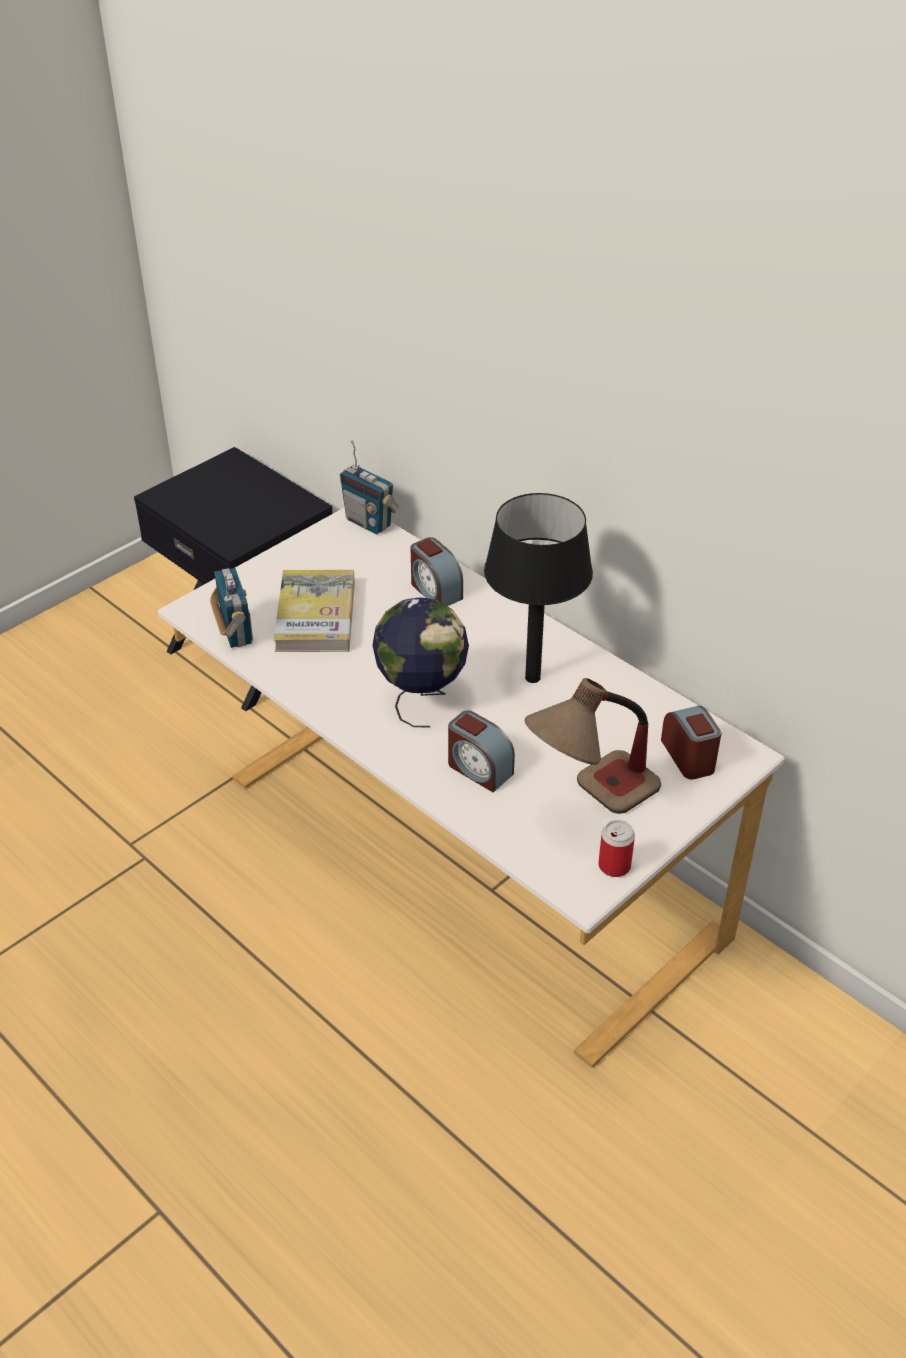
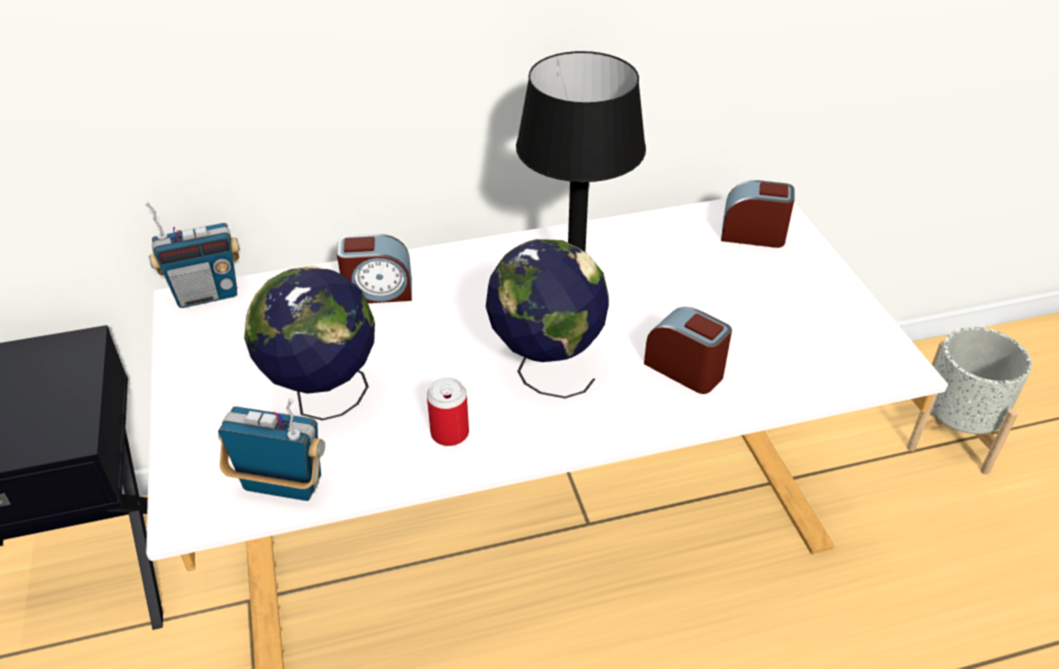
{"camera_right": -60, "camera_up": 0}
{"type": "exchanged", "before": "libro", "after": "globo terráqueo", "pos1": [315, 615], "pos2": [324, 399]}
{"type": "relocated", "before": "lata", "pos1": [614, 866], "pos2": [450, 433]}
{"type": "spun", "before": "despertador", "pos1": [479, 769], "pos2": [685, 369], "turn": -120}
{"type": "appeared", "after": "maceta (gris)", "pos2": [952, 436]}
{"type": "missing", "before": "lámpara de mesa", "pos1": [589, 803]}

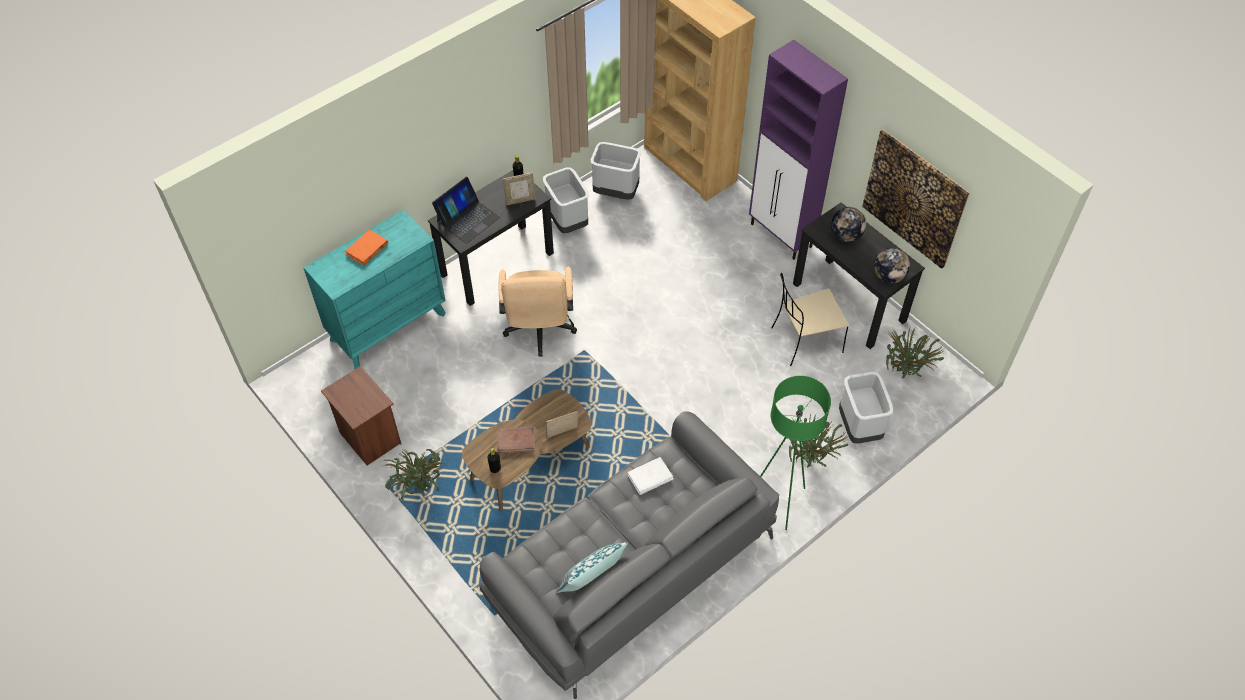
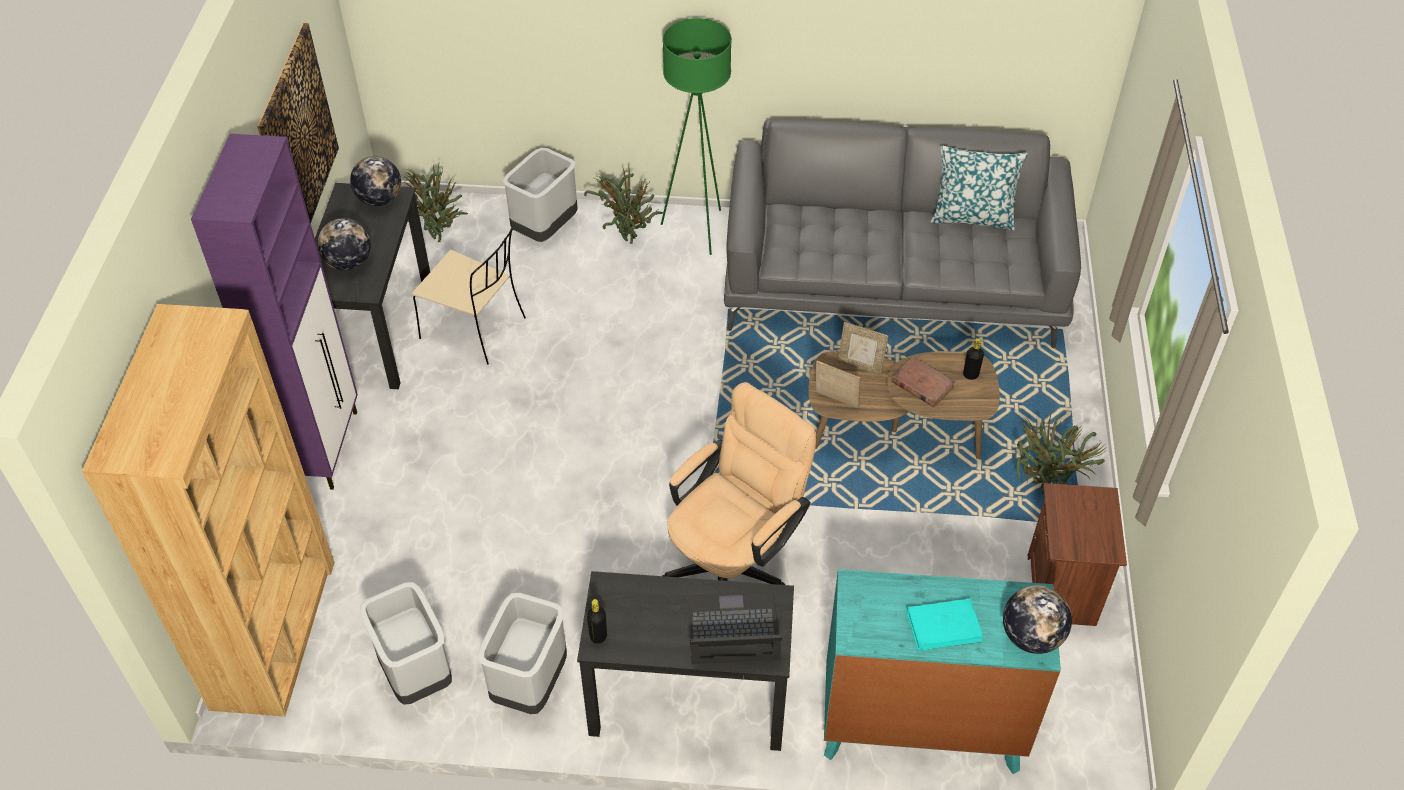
{"camera_right": -135, "camera_up": -5}
{"type": "relocated", "before": "portarretratos", "pos1": [520, 200], "pos2": [835, 401]}
{"type": "colour", "before": "libro (naranja)", "after": "libro (turquesa)", "pos1": [367, 249], "pos2": [944, 626]}
{"type": "appeared", "after": "globo terráqueo", "pos2": [1031, 637]}
{"type": "missing", "before": "libro (blanco)", "pos1": [650, 477]}

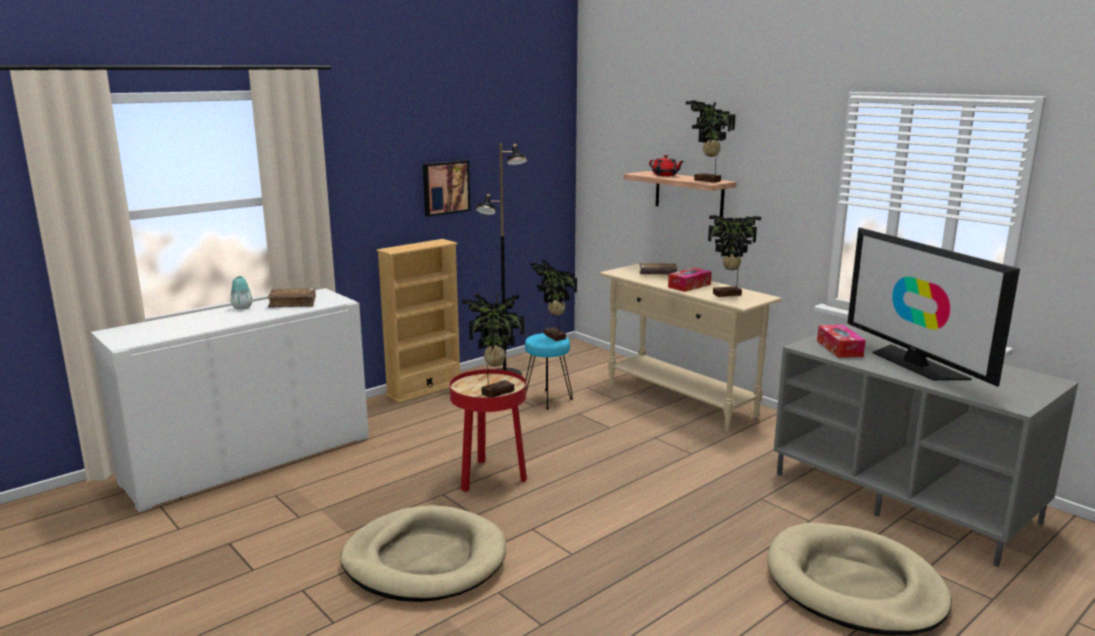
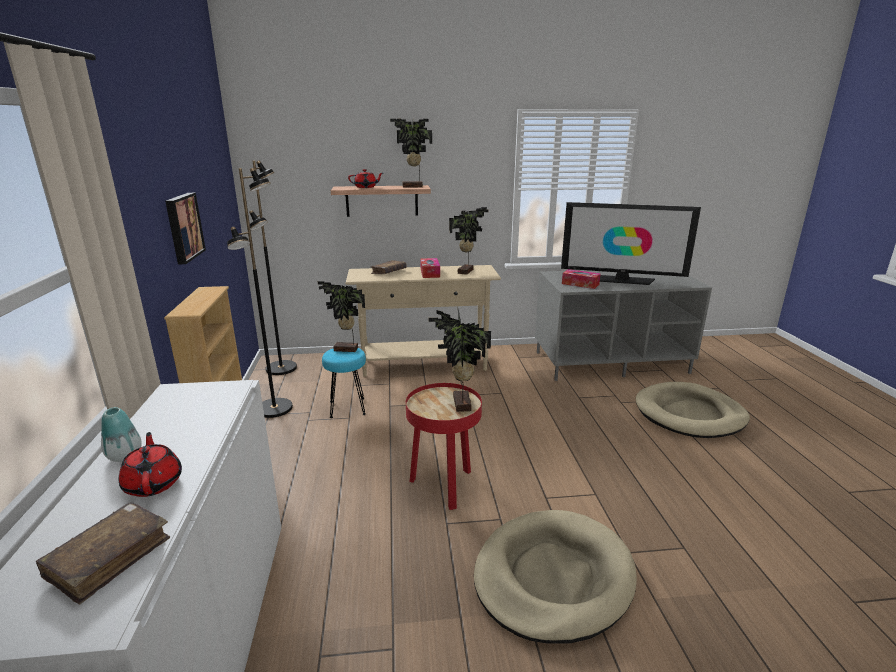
{"camera_right": -55, "camera_up": 5}
{"type": "relocated", "before": "libro (marrón)", "pos1": [293, 303], "pos2": [109, 558]}
{"type": "appeared", "after": "tetera (rojo)", "pos2": [154, 483]}
{"type": "appeared", "after": "lámpara de pie (negro)", "pos2": [282, 368]}

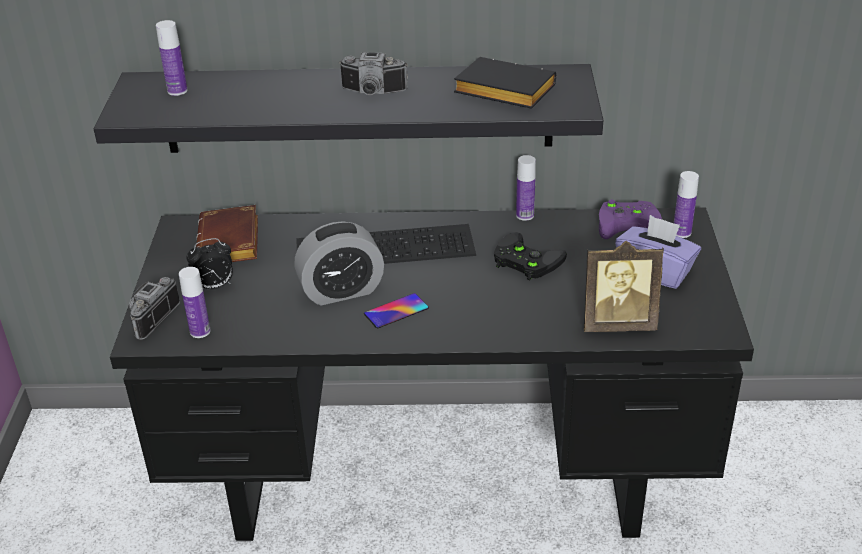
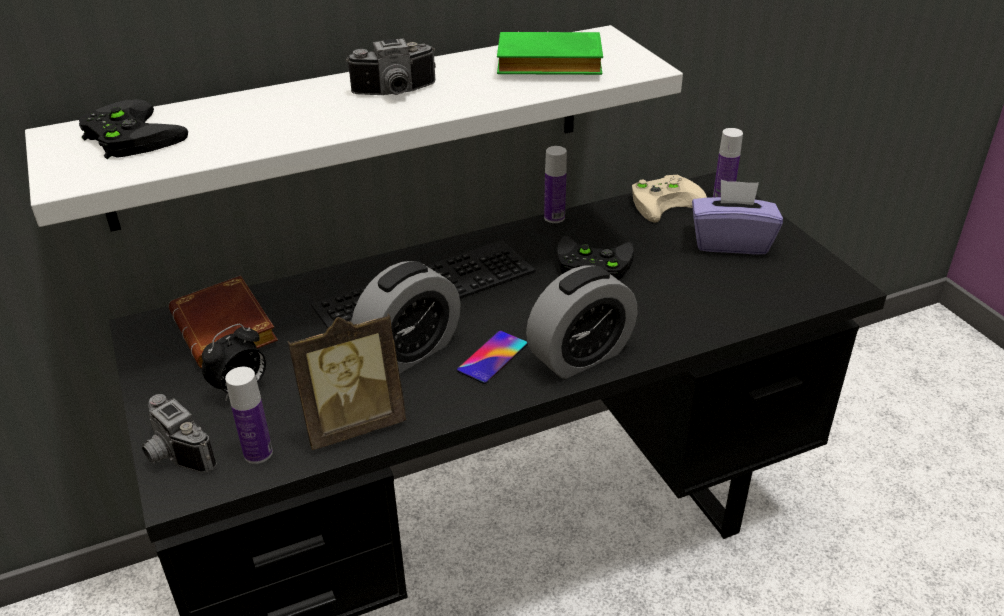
{"camera_right": -25, "camera_up": 0}
{"type": "colour", "before": "estante (negro)", "after": "estante (blanco)", "pos1": [358, 108], "pos2": [353, 125]}
{"type": "exchanged", "before": "botella", "after": "mando de consola (negro)", "pos1": [177, 91], "pos2": [128, 136]}
{"type": "spun", "before": "cámara", "pos1": [149, 318], "pos2": [173, 456], "turn": -45}
{"type": "relocated", "before": "portarretratos", "pos1": [617, 323], "pos2": [353, 424]}
{"type": "colour", "before": "libro (negro)", "after": "libro (verde)", "pos1": [501, 92], "pos2": [546, 66]}
{"type": "appeared", "after": "despertador", "pos2": [580, 356]}
{"type": "colour", "before": "mando de consola (morado)", "after": "mando de consola (beis)", "pos1": [630, 223], "pos2": [667, 201]}

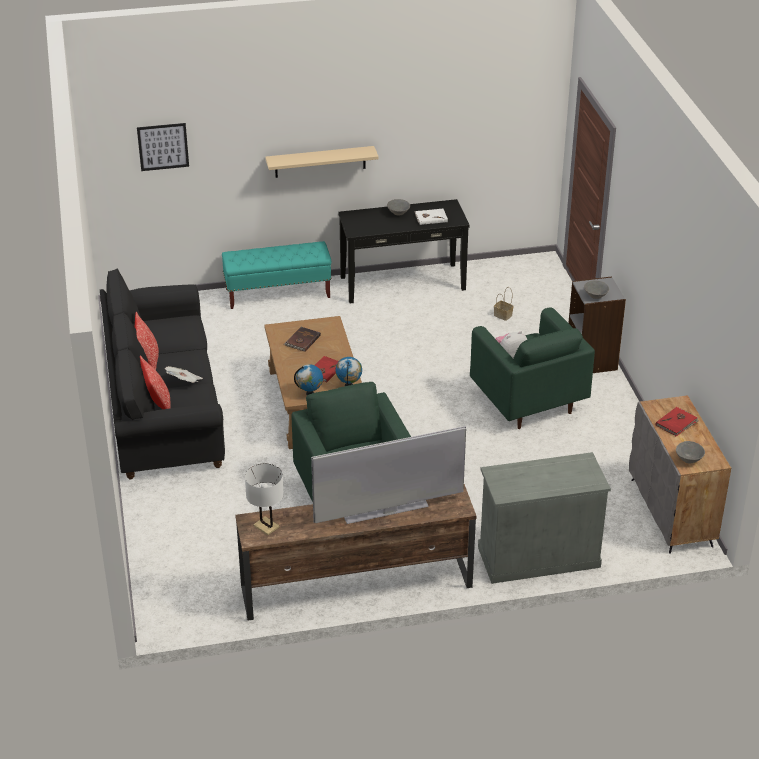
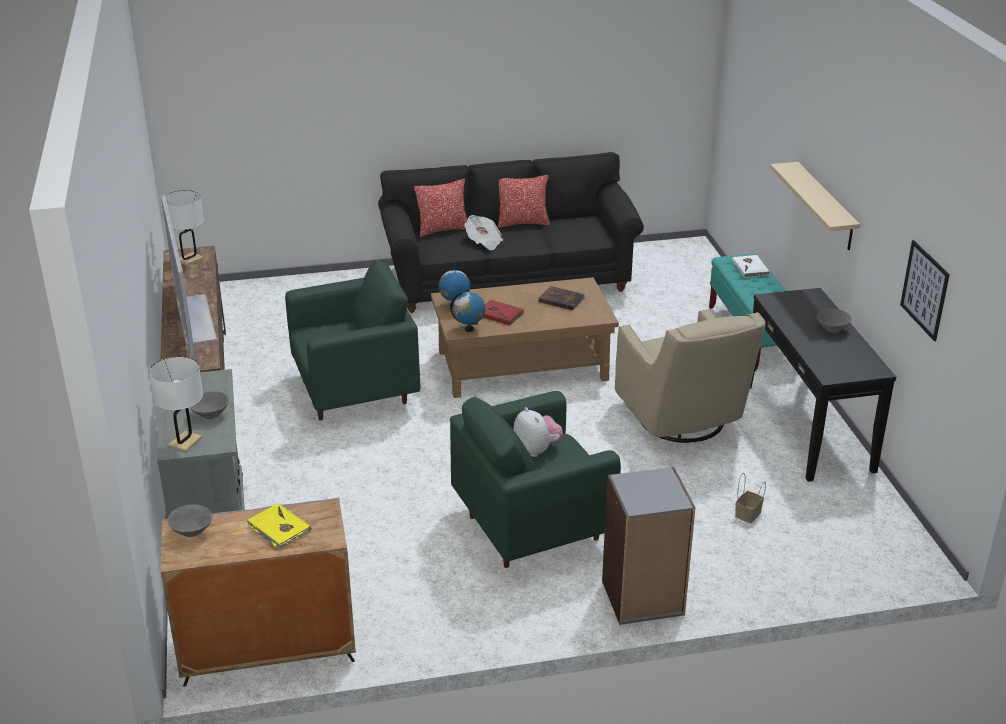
{"camera_right": 90, "camera_up": -5}
{"type": "appeared", "after": "lámpara de mesa (blanco)", "pos2": [185, 442]}
{"type": "relocated", "before": "cuenco (gris)", "pos1": [595, 296], "pos2": [210, 415]}
{"type": "colour", "before": "libro (rojo)", "after": "libro (amarillo)", "pos1": [677, 423], "pos2": [278, 529]}
{"type": "appeared", "after": "sillón (beis)", "pos2": [683, 421]}
{"type": "relocated", "before": "libro (blanco)", "pos1": [431, 218], "pos2": [750, 268]}
{"type": "relocated", "before": "cuadro", "pos1": [163, 146], "pos2": [924, 290]}

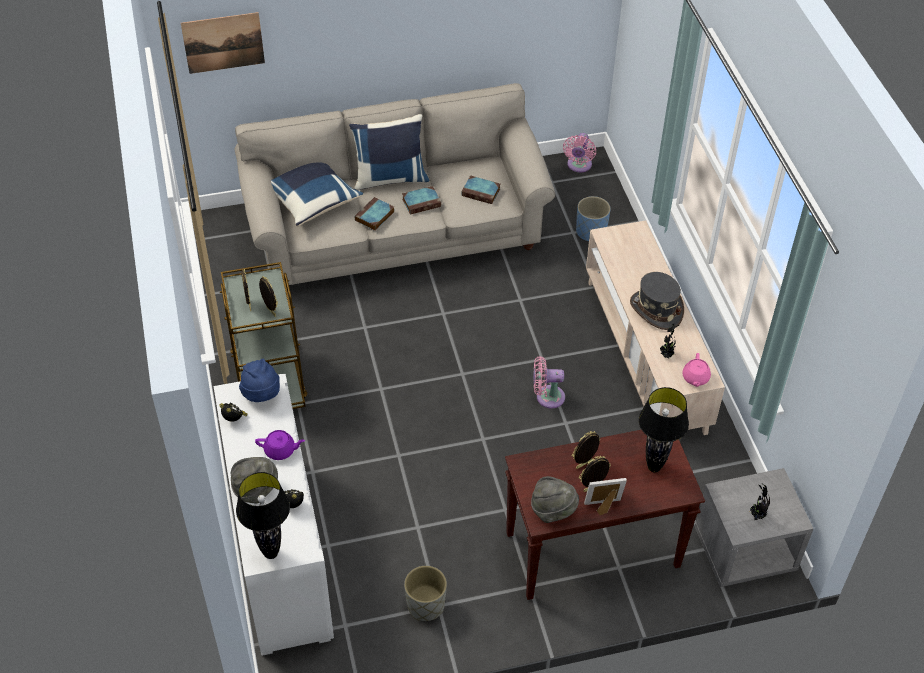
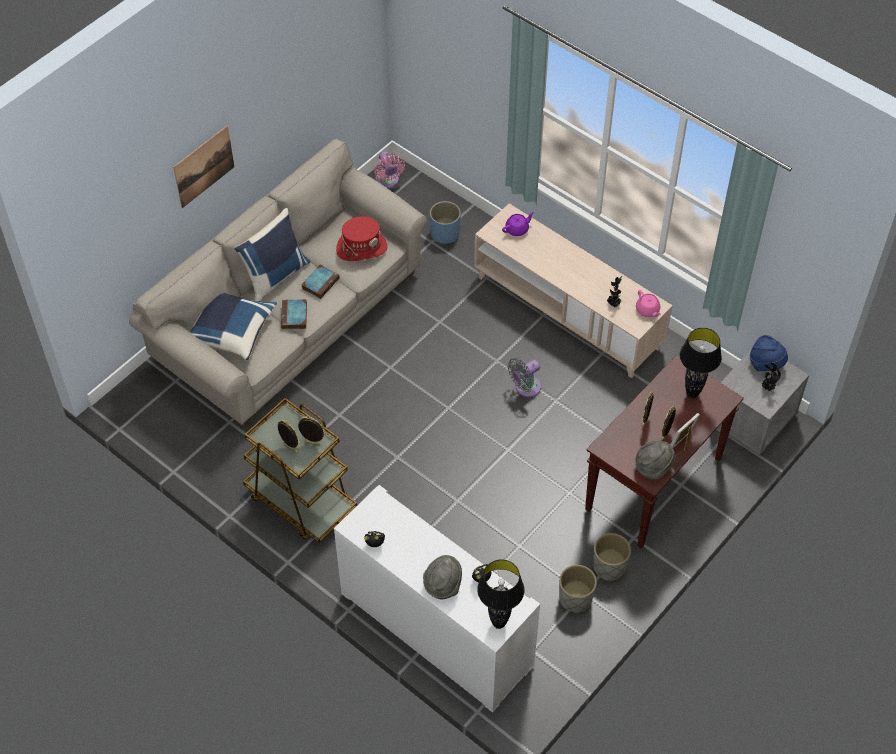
{"camera_right": -35, "camera_up": 5}
{"type": "relocated", "before": "cuadro", "pos1": [223, 42], "pos2": [204, 166]}
{"type": "exchanged", "before": "libro", "after": "sombrero (rojo)", "pos1": [481, 192], "pos2": [362, 248]}
{"type": "relocated", "before": "tetera (morado)", "pos1": [280, 450], "pos2": [517, 229]}
{"type": "colour", "before": "ventilador (rosa)", "after": "ventilador (gris)", "pos1": [547, 397], "pos2": [525, 388]}
{"type": "appeared", "after": "maceta (gris)", "pos2": [609, 567]}
{"type": "relocated", "before": "sombrero (azul)", "pos1": [262, 395], "pos2": [766, 364]}
{"type": "missing", "before": "sombrero (gris)", "pos1": [656, 310]}

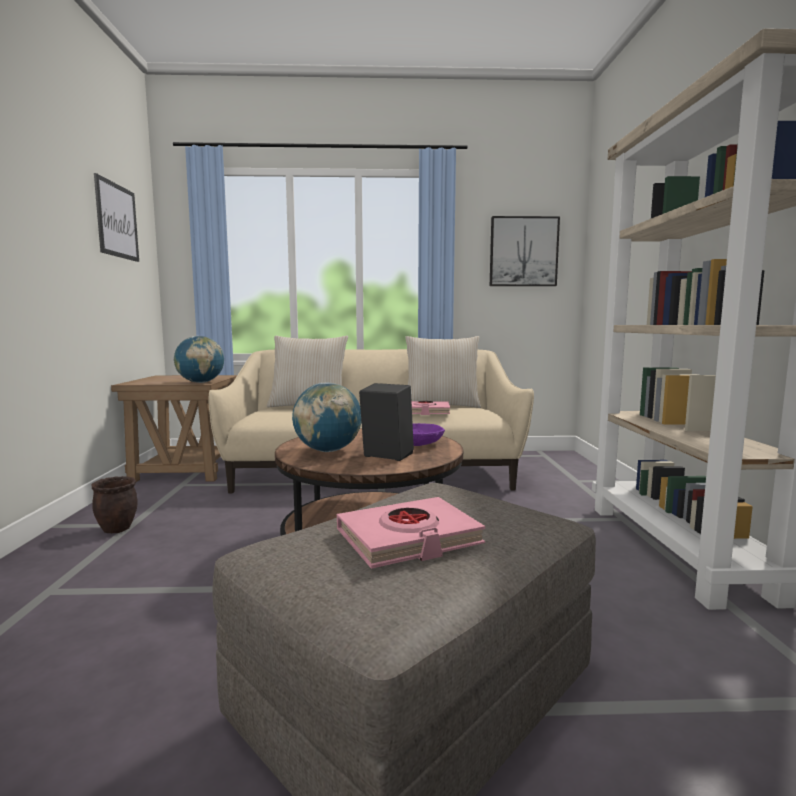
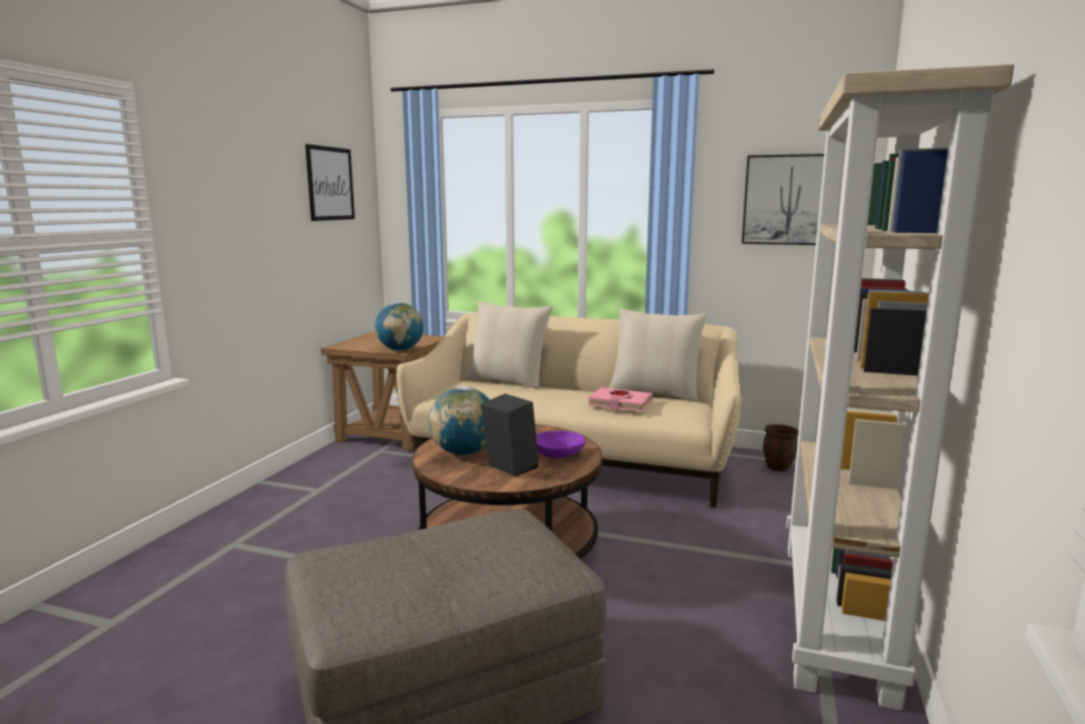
{"camera_right": 20, "camera_up": 5}
{"type": "relocated", "before": "maceta (marrón)", "pos1": [117, 529], "pos2": [778, 468]}
{"type": "missing", "before": "libro (rosa)", "pos1": [408, 539]}

